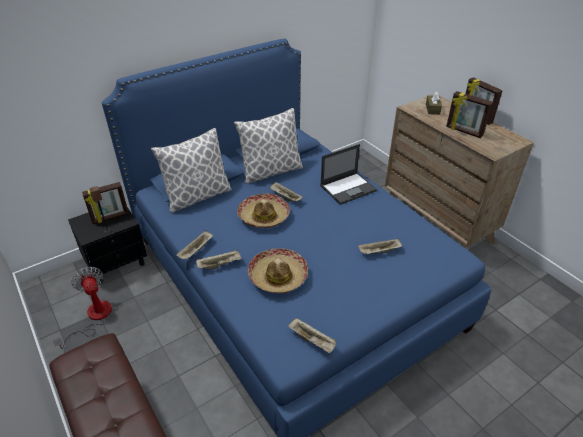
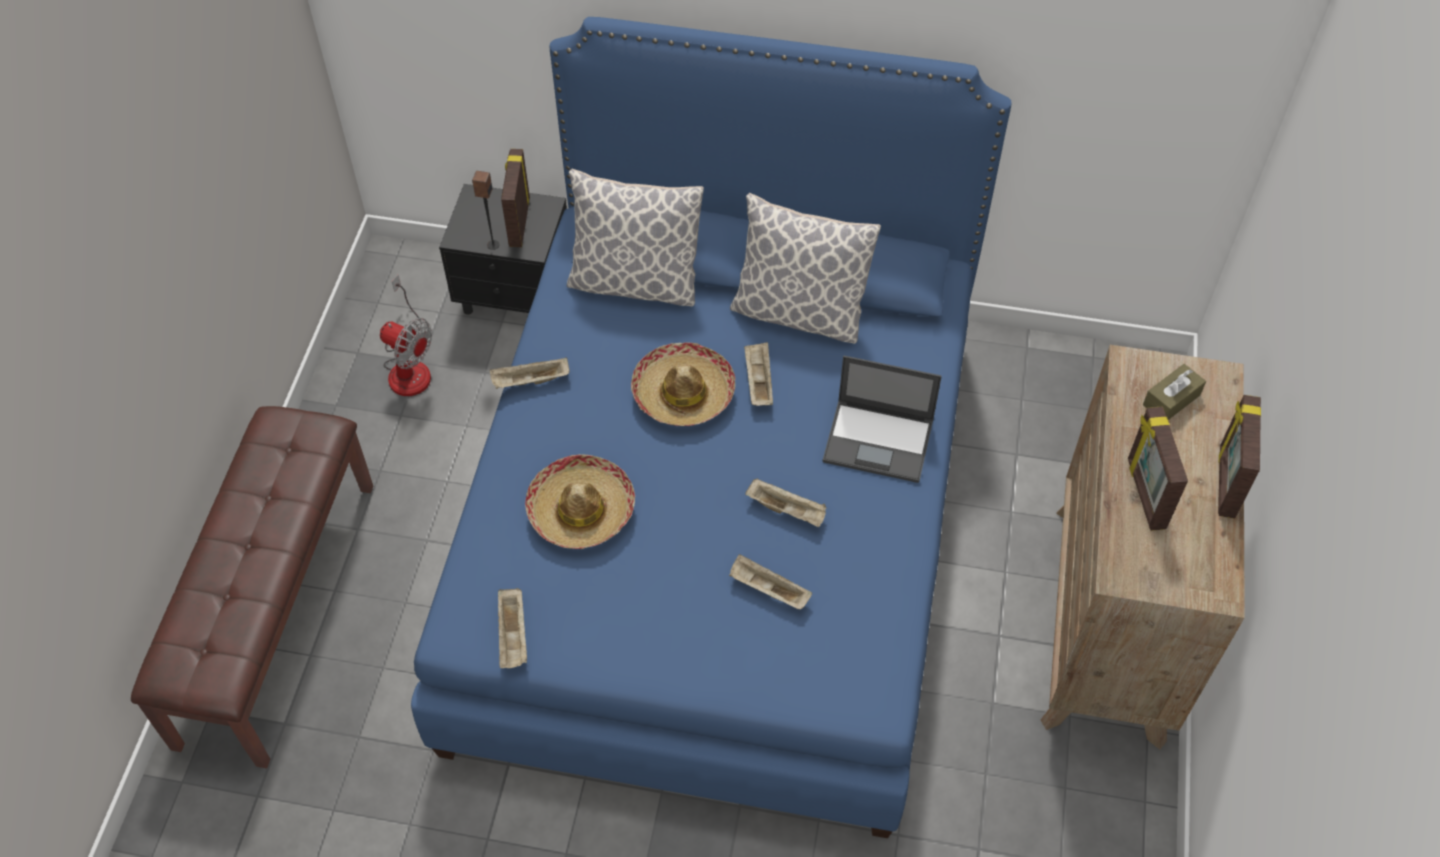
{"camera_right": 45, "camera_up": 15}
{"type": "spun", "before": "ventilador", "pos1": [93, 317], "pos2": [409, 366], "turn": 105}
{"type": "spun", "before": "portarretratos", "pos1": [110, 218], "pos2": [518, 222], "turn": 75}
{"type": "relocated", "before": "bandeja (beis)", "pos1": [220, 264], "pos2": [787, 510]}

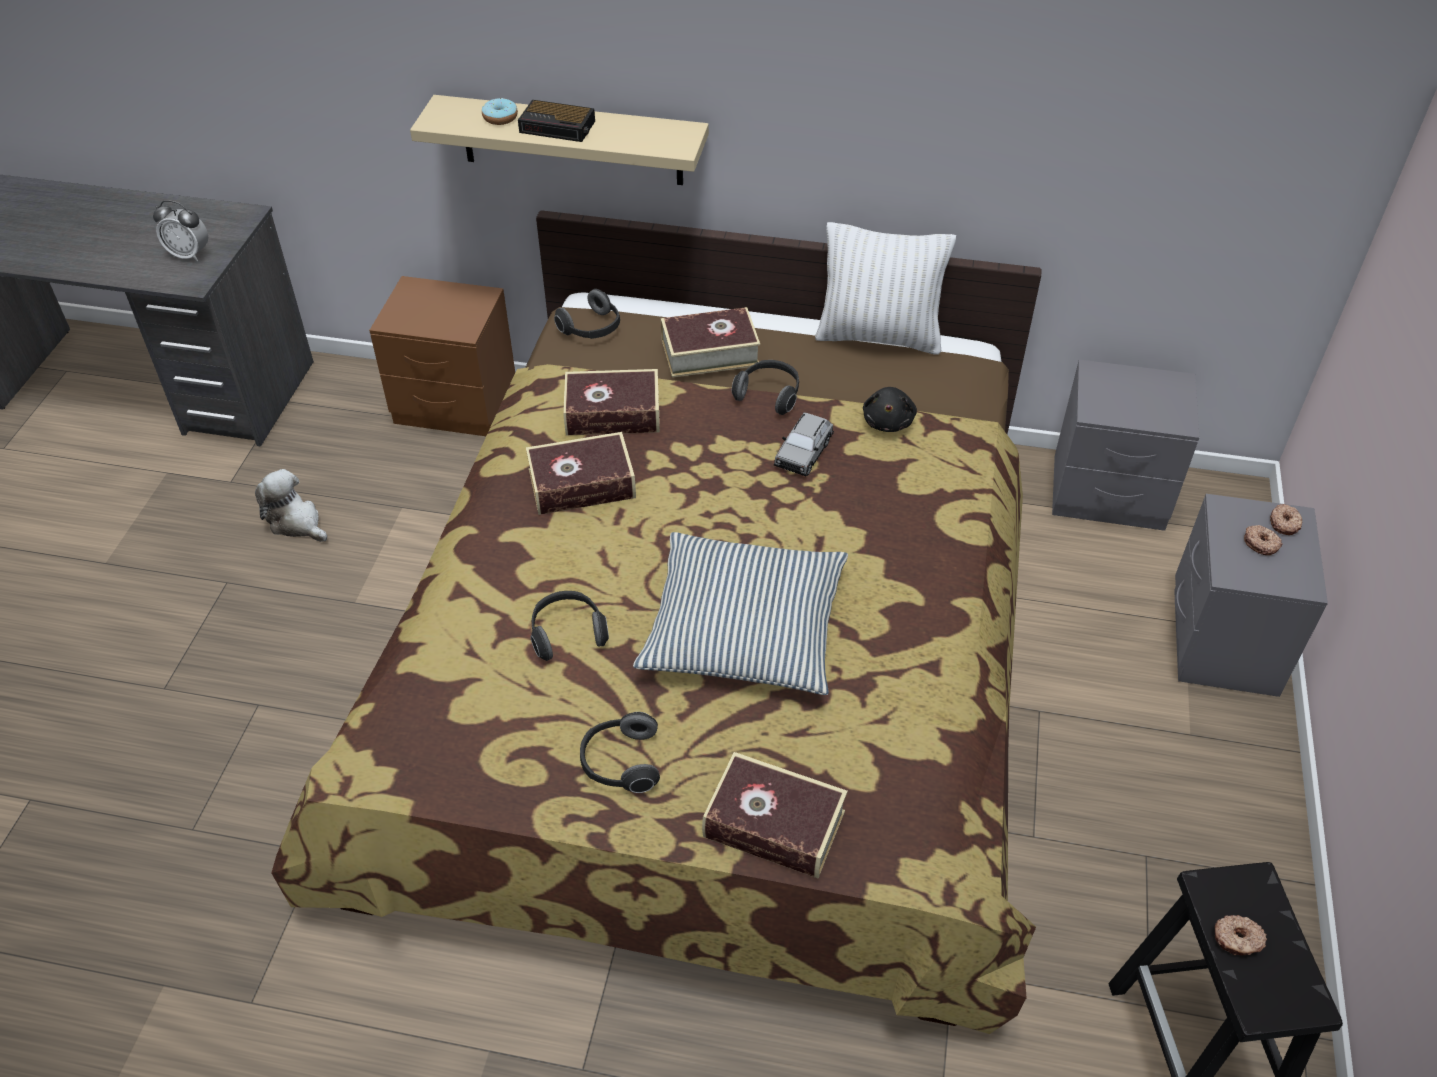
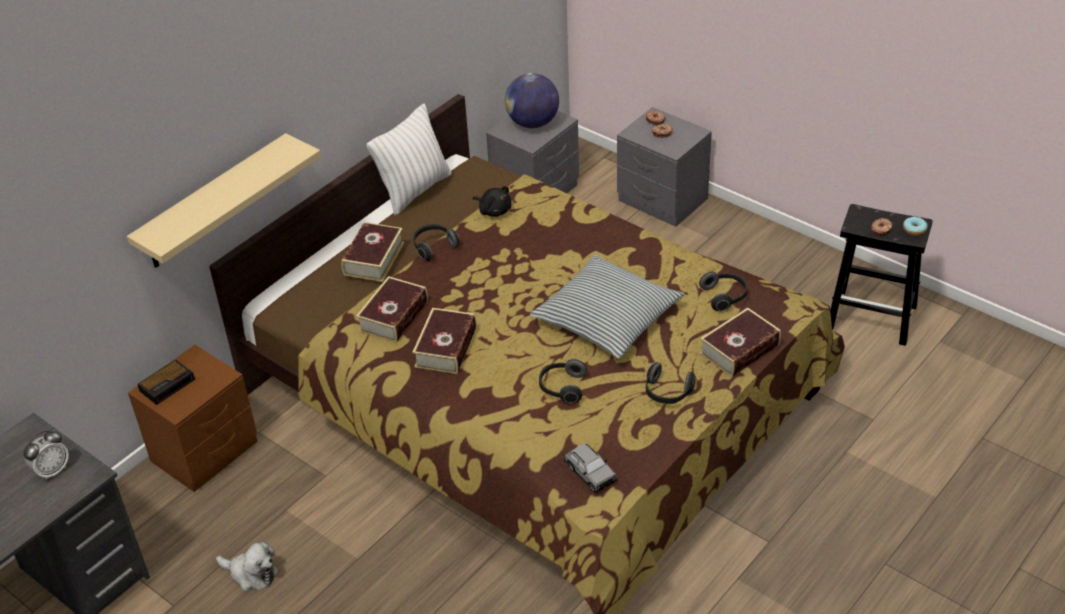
{"camera_right": -60, "camera_up": -5}
{"type": "relocated", "before": "despertador", "pos1": [559, 127], "pos2": [168, 384]}
{"type": "spun", "before": "peluche", "pos1": [296, 522], "pos2": [251, 574], "turn": -135}
{"type": "appeared", "after": "globo terráqueo", "pos2": [533, 123]}
{"type": "relocated", "before": "coche de juguete (gris)", "pos1": [803, 453], "pos2": [590, 473]}
{"type": "relocated", "before": "auriculares", "pos1": [592, 329], "pos2": [725, 297]}
{"type": "relocated", "before": "rosquilla", "pos1": [500, 118], "pos2": [914, 230]}

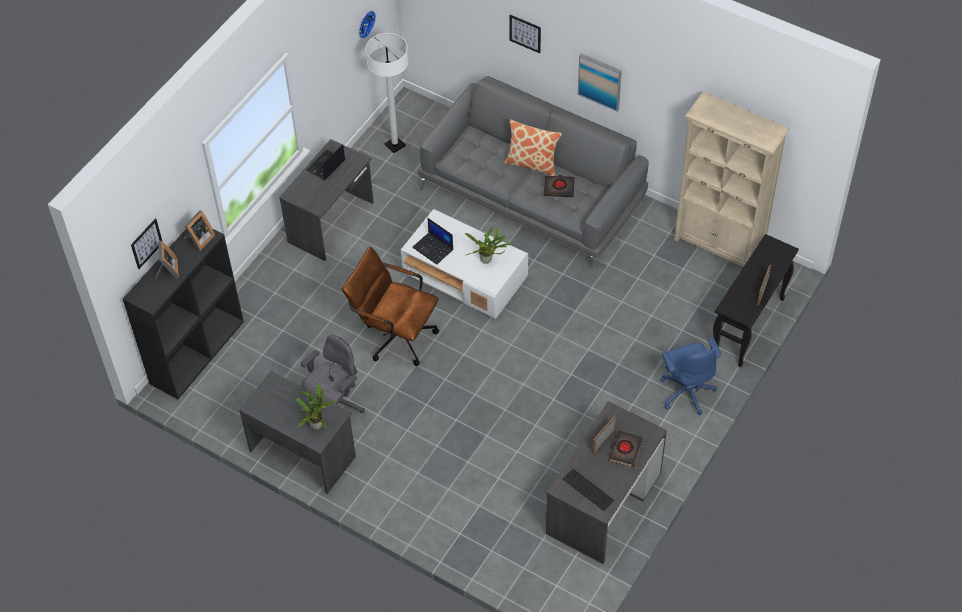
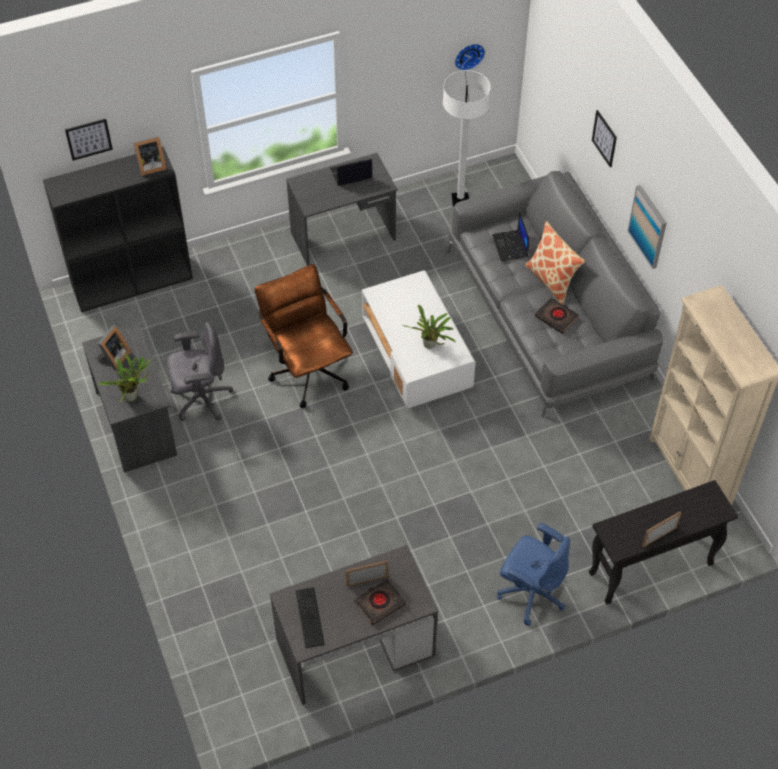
{"camera_right": 35, "camera_up": 0}
{"type": "relocated", "before": "portarretratos", "pos1": [168, 271], "pos2": [113, 358]}
{"type": "relocated", "before": "portátil", "pos1": [433, 248], "pos2": [510, 246]}
{"type": "spun", "before": "silla de oficina (azul)", "pos1": [687, 391], "pos2": [531, 593], "turn": -75}

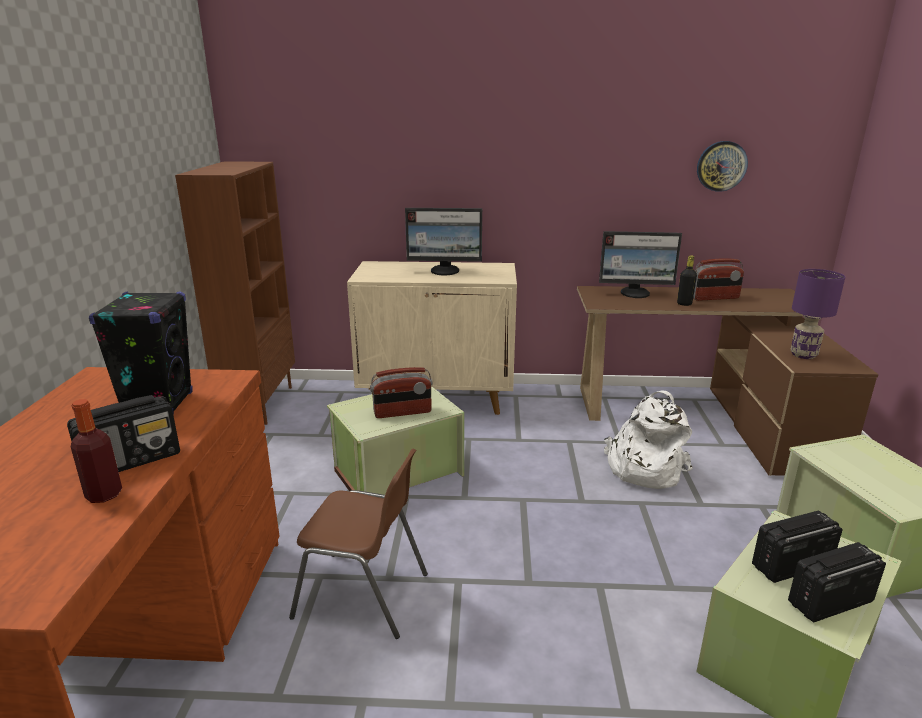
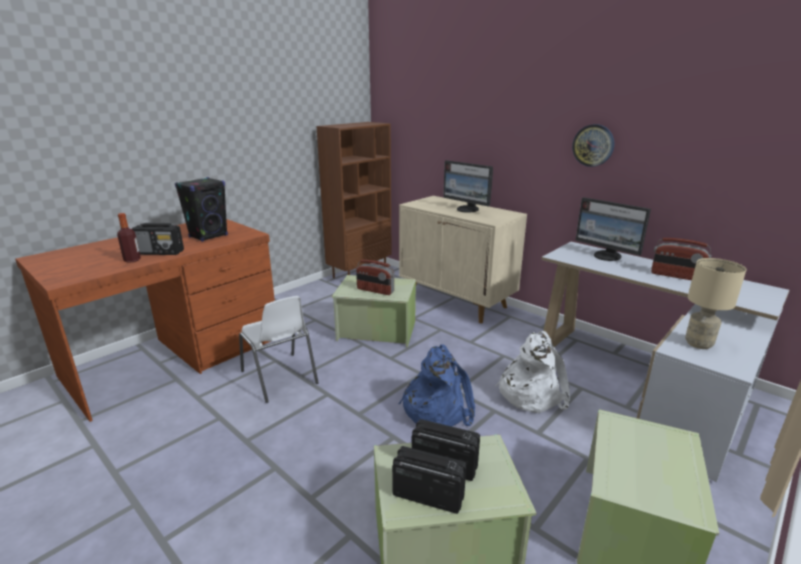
{"camera_right": 40, "camera_up": 0}
{"type": "colour", "before": "silla (marrón)", "after": "silla (blanco)", "pos1": [364, 595], "pos2": [280, 378]}
{"type": "appeared", "after": "mochila (azul)", "pos2": [437, 409]}
{"type": "colour", "before": "escritorio (marrón)", "after": "escritorio (blanco)", "pos1": [706, 417], "pos2": [646, 384]}
{"type": "relocated", "before": "reloj de pared", "pos1": [721, 166], "pos2": [593, 145]}
{"type": "colour", "before": "lámpara de mesa (morado)", "after": "lámpara de mesa (beis)", "pos1": [804, 355], "pos2": [698, 344]}
{"type": "missing", "before": "botella (negro)", "pos1": [684, 304]}

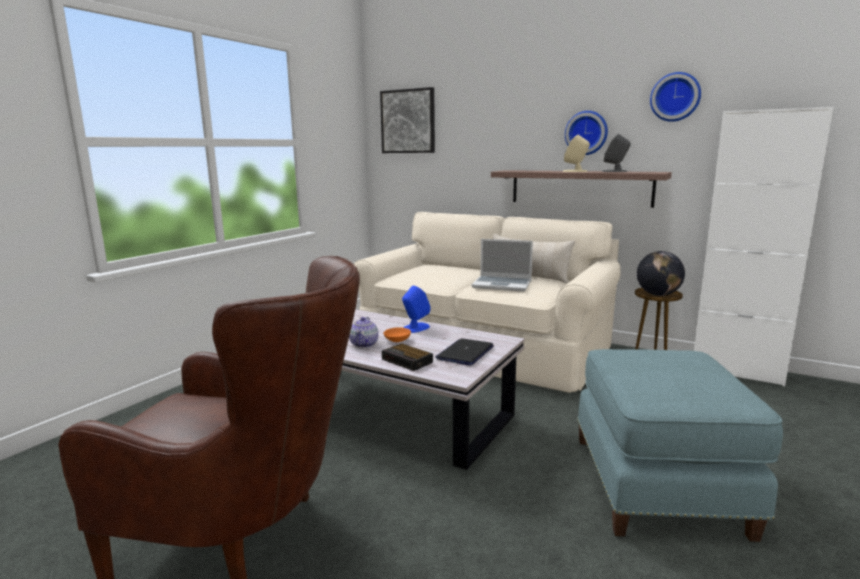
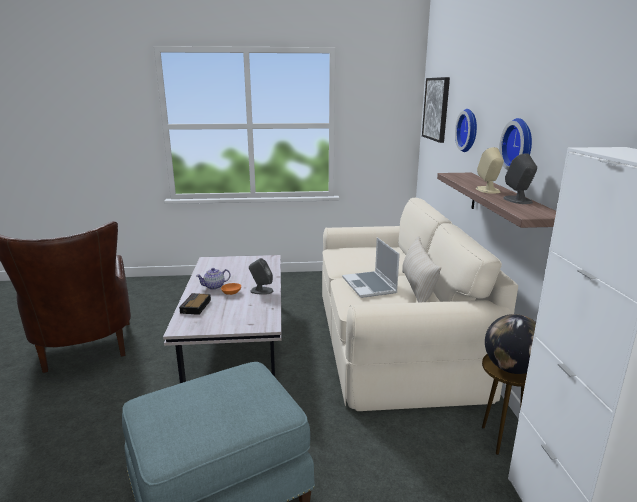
{"camera_right": 55, "camera_up": 5}
{"type": "colour", "before": "altavoz (azul)", "after": "altavoz (gris)", "pos1": [416, 328], "pos2": [261, 291]}
{"type": "relocated", "before": "reloj de pared", "pos1": [675, 97], "pos2": [469, 130]}
{"type": "missing", "before": "portátil", "pos1": [465, 353]}

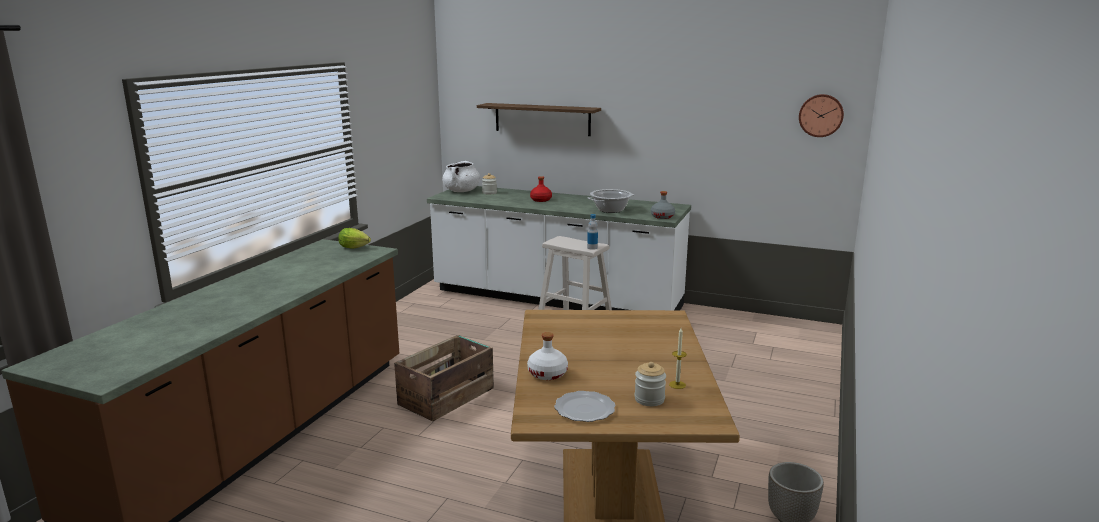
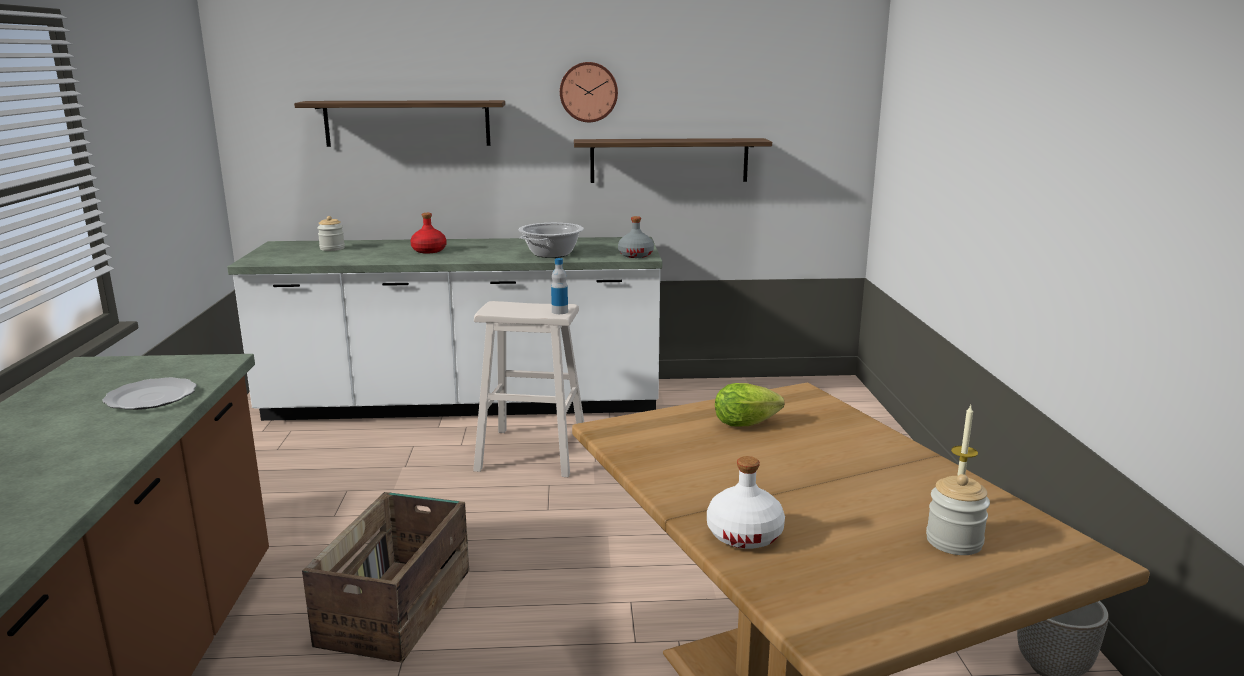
{"camera_right": -25, "camera_up": 0}
{"type": "relocated", "before": "plato", "pos1": [585, 408], "pos2": [152, 397]}
{"type": "relocated", "before": "reloj de pared", "pos1": [821, 115], "pos2": [588, 92]}
{"type": "appeared", "after": "estante", "pos2": [669, 160]}
{"type": "relocated", "before": "lechuga", "pos1": [356, 248], "pos2": [749, 423]}
{"type": "missing", "before": "olla (blanco)", "pos1": [461, 191]}

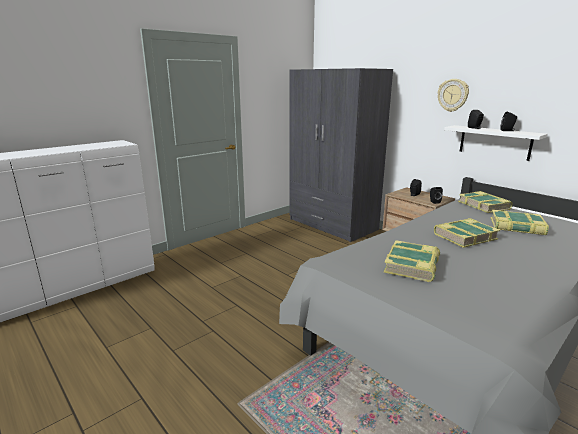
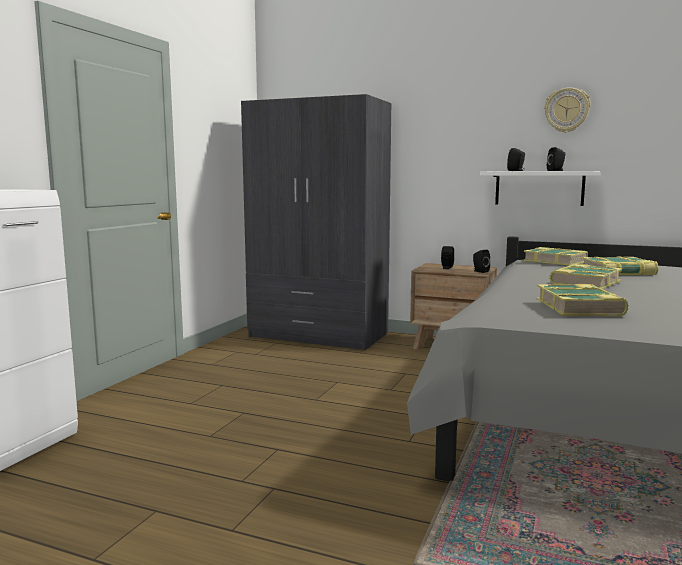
{"camera_right": -25, "camera_up": -10}
{"type": "relocated", "before": "reloj de pared", "pos1": [453, 95], "pos2": [566, 110]}

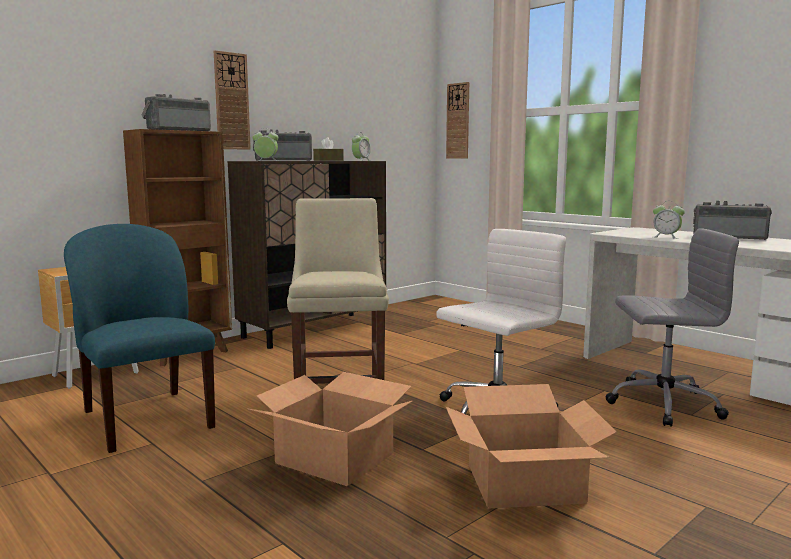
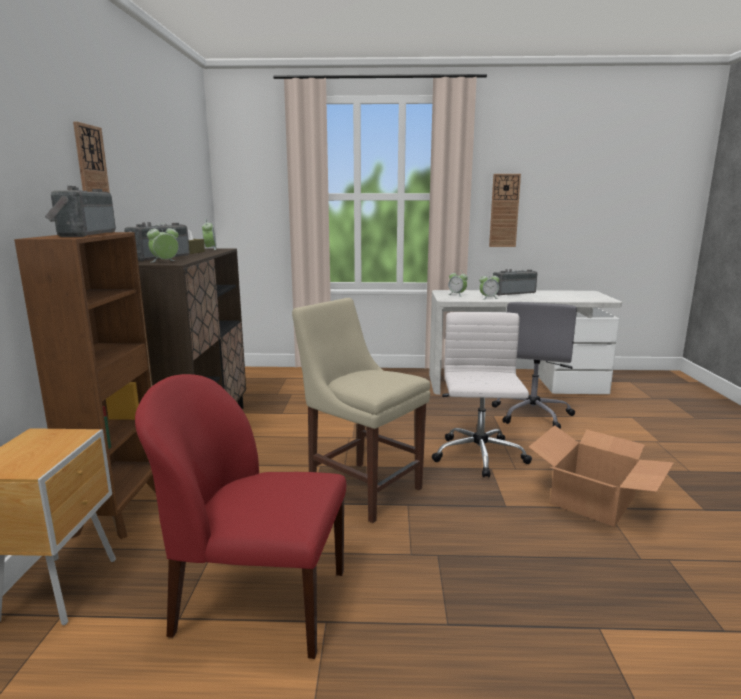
{"camera_right": -45, "camera_up": 5}
{"type": "colour", "before": "silla (azul)", "after": "silla (rojo)", "pos1": [146, 419], "pos2": [258, 602]}
{"type": "appeared", "after": "despertador", "pos2": [457, 295]}
{"type": "relocated", "before": "reloj de pared", "pos1": [458, 121], "pos2": [504, 211]}
{"type": "spun", "before": "silla de oficina (gris)", "pos1": [661, 403], "pos2": [532, 414], "turn": 150}
{"type": "missing", "before": "caja de cartón", "pos1": [335, 457]}

